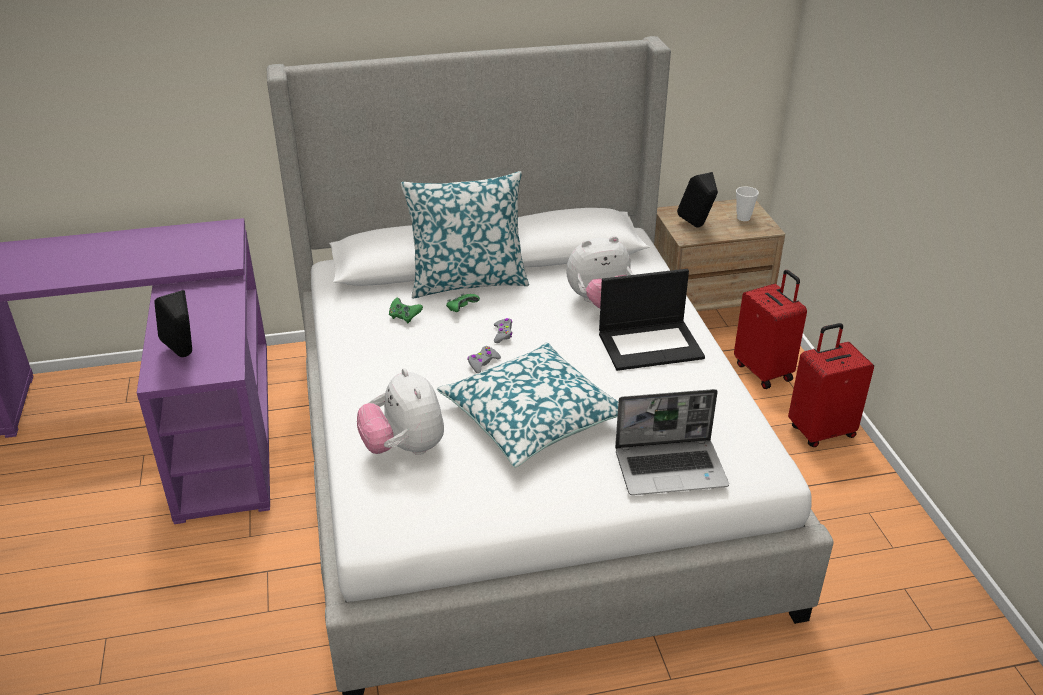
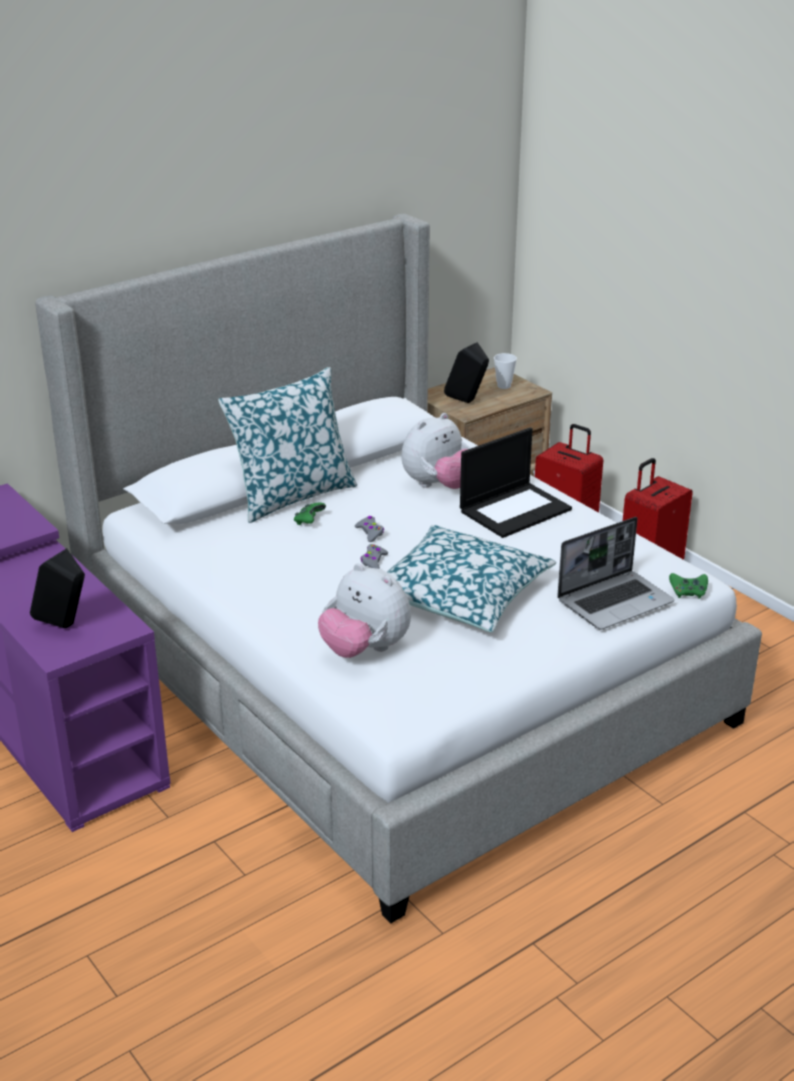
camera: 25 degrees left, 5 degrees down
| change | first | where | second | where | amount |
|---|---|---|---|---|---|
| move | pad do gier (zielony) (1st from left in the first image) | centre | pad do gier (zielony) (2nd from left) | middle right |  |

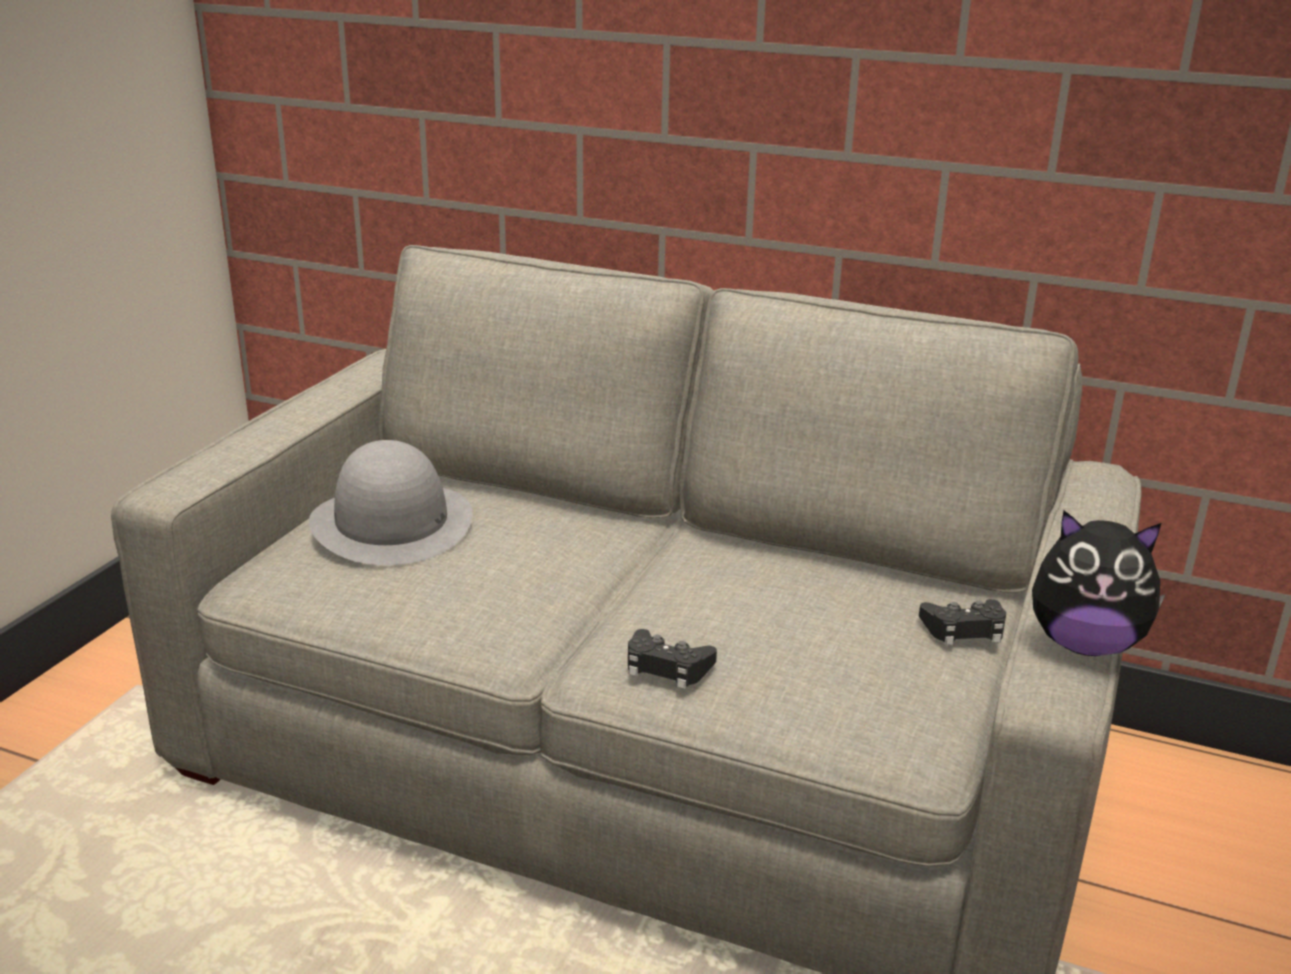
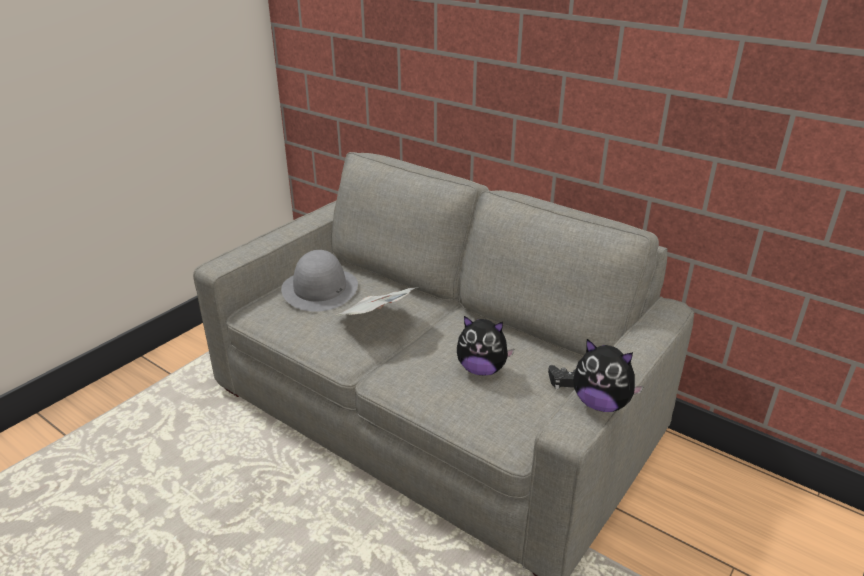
camera: 15 degrees right, 5 degrees up
| change | first | where | second | where | amount |
|---|---|---|---|---|---|
| delete | pad do gier (czarny) (1st from left) | bottom centre |  |  |  |
| insert |  |  | gazeta | centre |  |
| insert |  |  | pluszak (1st from left) | centre |  |

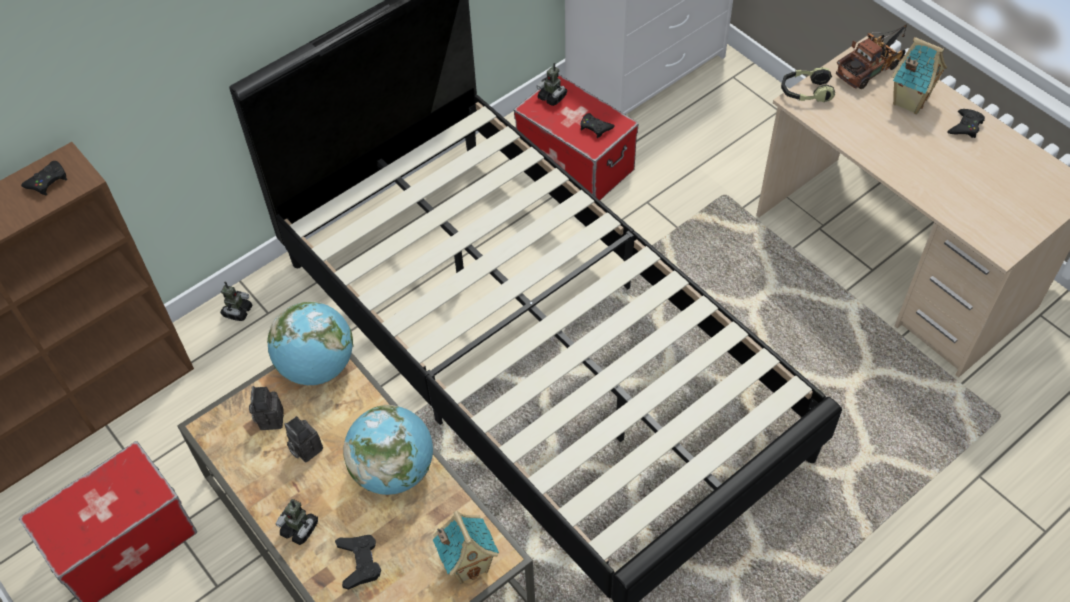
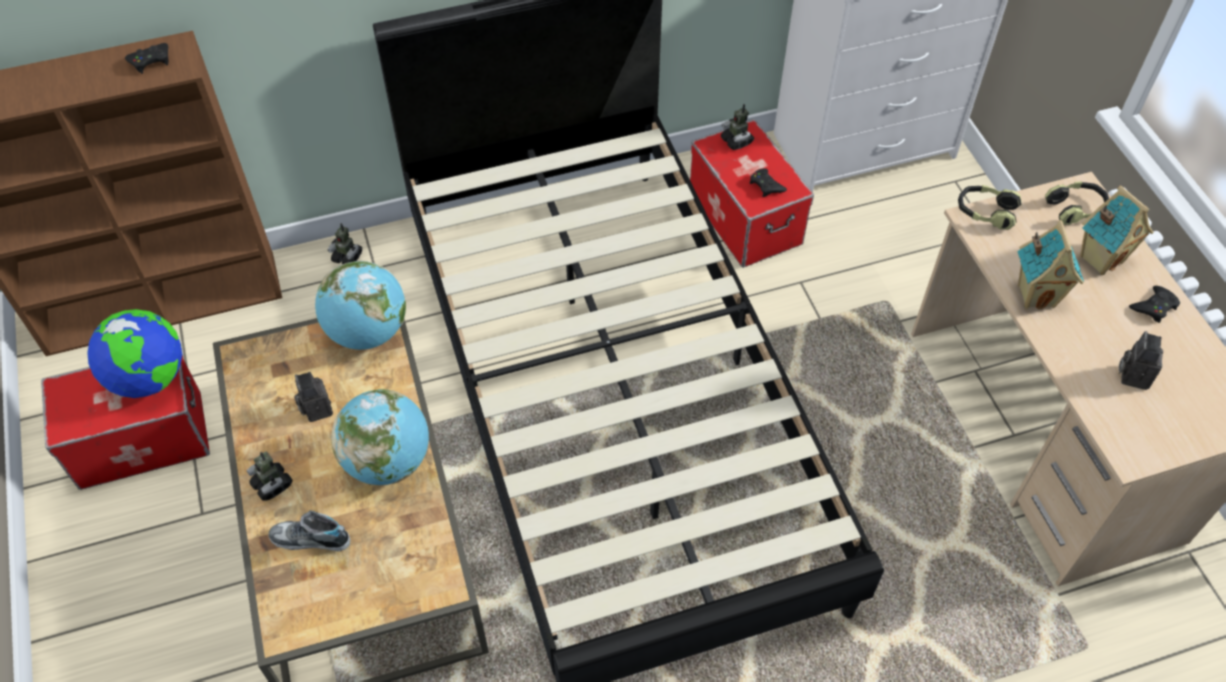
camera: 20 degrees right, 0 degrees up
| change | first | where | second | where | amount |
|---|---|---|---|---|---|
| replace | ciężarówka zabawkowa | top right | słuchawki (2nd from left) | top right |  |
| rotate | robot zabawkowy (1st from left in the first image) | middle left | robot zabawkowy (2nd from left) | middle left | 75 degrees clockwise |
| move | aparat fotograficzny (1st from left in the first image) | bottom left | aparat fotograficzny (2nd from left) | middle right |  |
| move | domek (1st from left) | bottom centre |  | middle right |  |
| replace | pad do gier (czarny) (2nd from left) | bottom centre | but | bottom left |  |
| insert |  |  | globus (1st from left) | middle left |  |

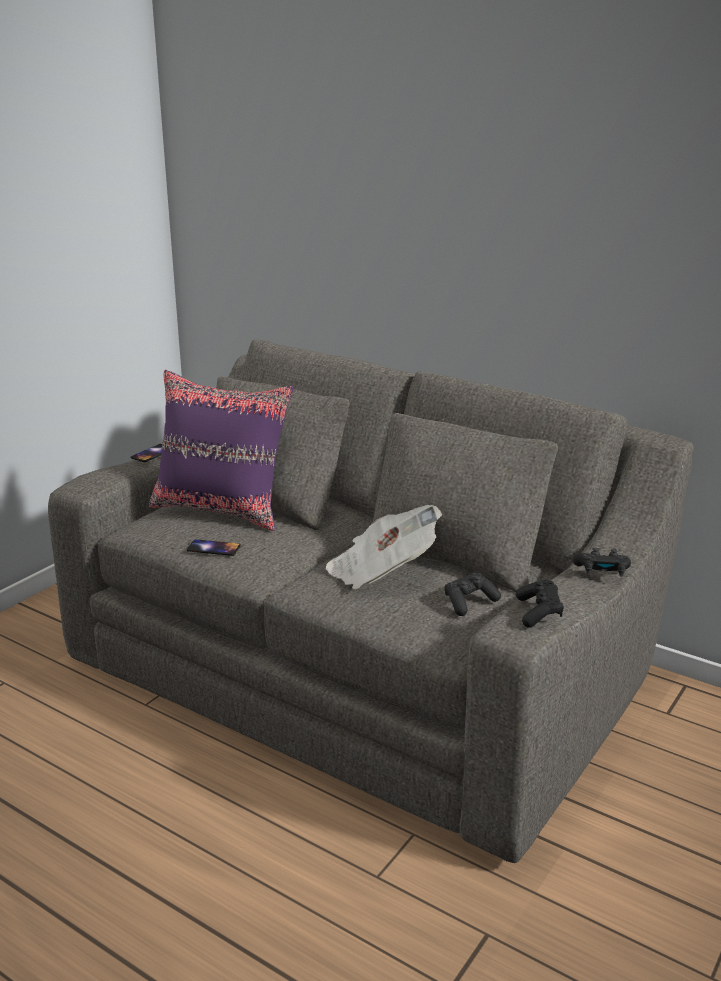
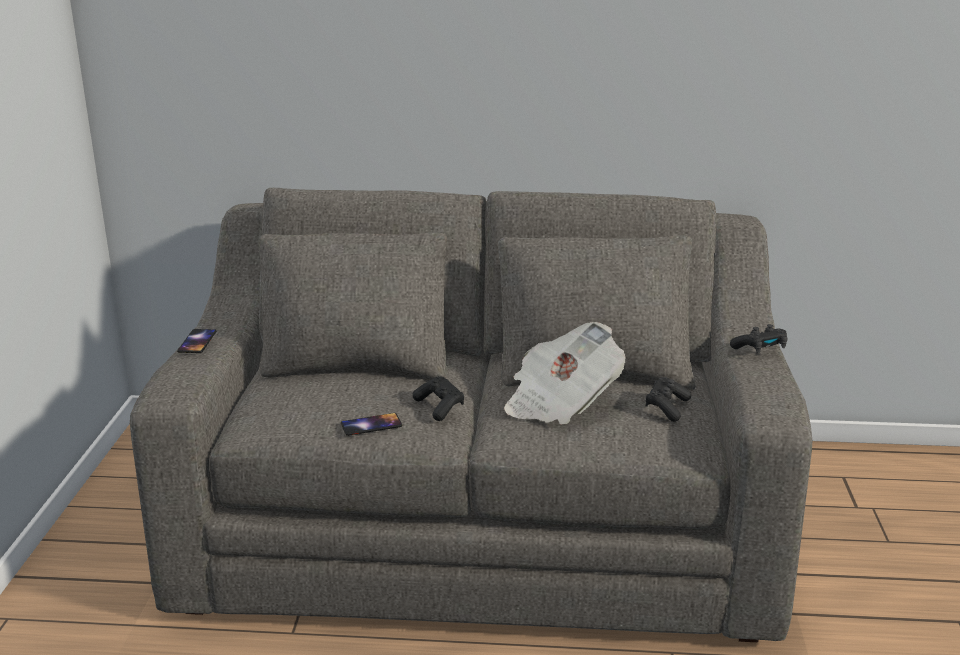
camera: 30 degrees left, 0 degrees up
| change | first | where | second | where | amount |
|---|---|---|---|---|---|
| delete | poduszka (fioletowy) | middle left |  |  |  |
| move | pad do gier (czarny) (2nd from left in the first image) | middle right | pad do gier (czarny) (1st from left) | centre |  |

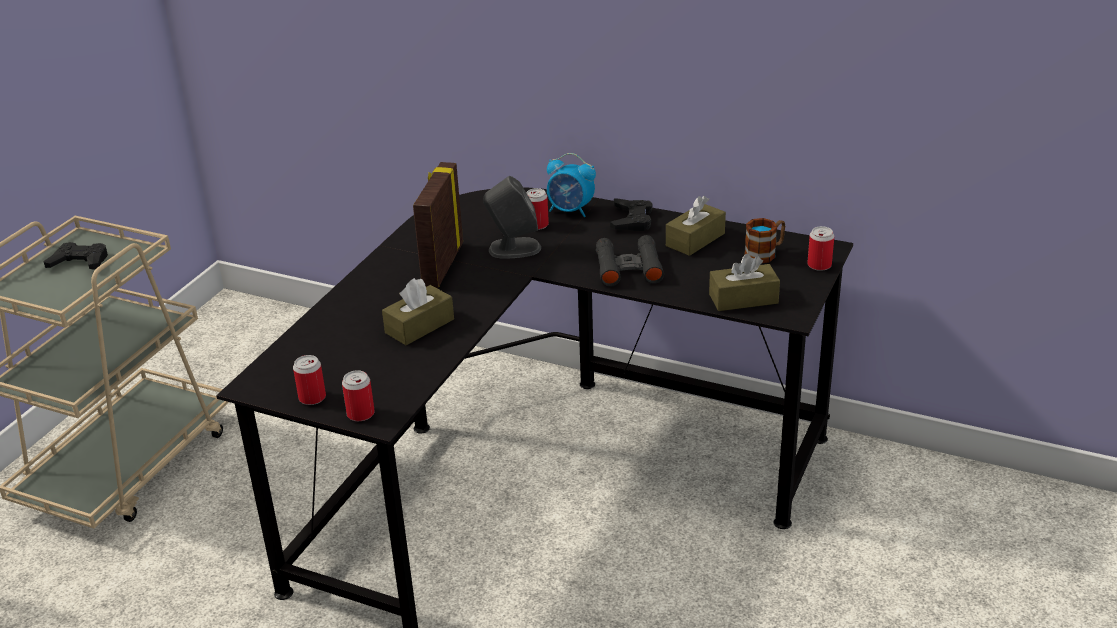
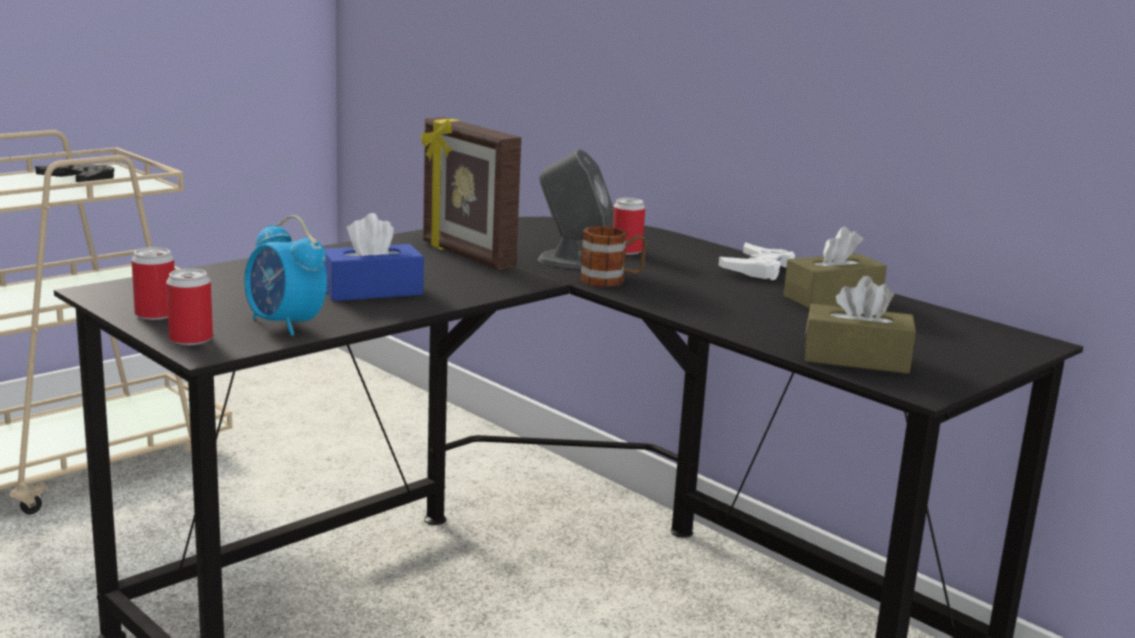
camera: 20 degrees right, 15 degrees down
| change | first | where | second | where | amount |
|---|---|---|---|---|---|
| move | budzik | top centre |  | middle left |  |
| rotate | ramka na zdjęcie | centre |  | top centre | 75 degrees counterclockwise |
| recolor | pad do gier (czarny) (2nd from left) | centre | pad do gier (biały) | middle right |  |
| move | kubek | middle right |  | centre |  |
| delete | puszka (4th from left) | middle right |  |  |  |
| delete | lornetka (czarny) | centre |  |  |  |
| recolor | pudełko chusteczek (brązowy) (1st from left) | centre | pudełko chusteczek (niebieski) | middle left |  |

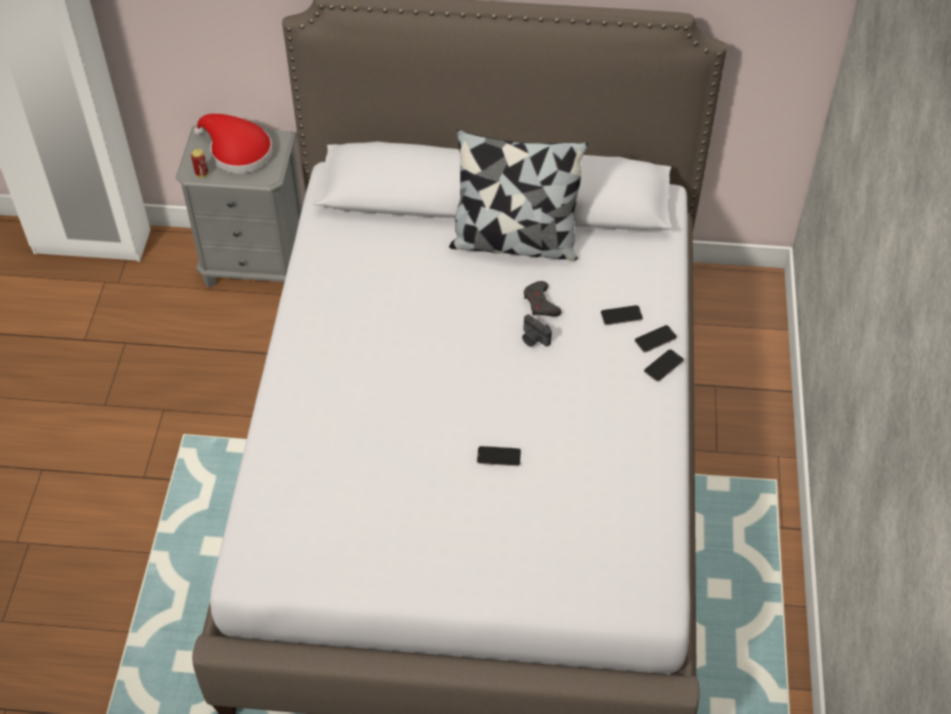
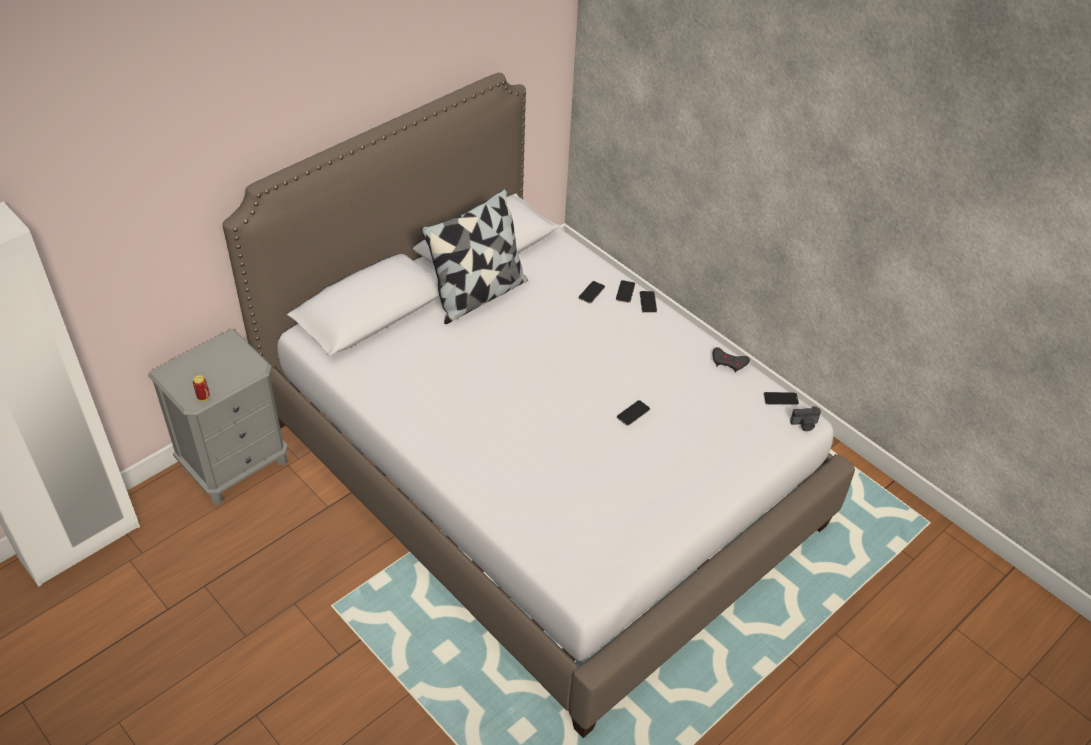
camera: 50 degrees left, 5 degrees down
| change | first | where | second | where | amount |
|---|---|---|---|---|---|
| delete | kapelusz (czerwony) | top left |  |  |  |
| move | pad do gier (szary) | centre |  | middle right |  |
| move | aparat fotograficzny | centre |  | middle right |  |
| insert |  |  | telefon (5th from left) | middle right |  |

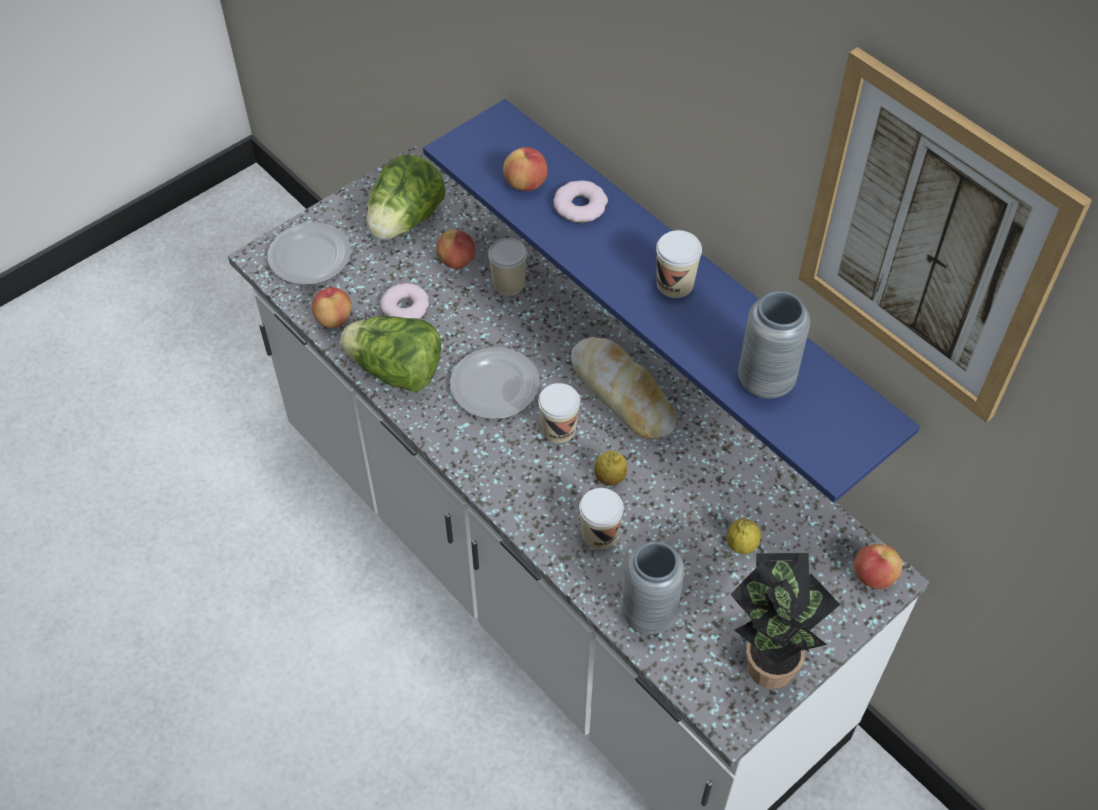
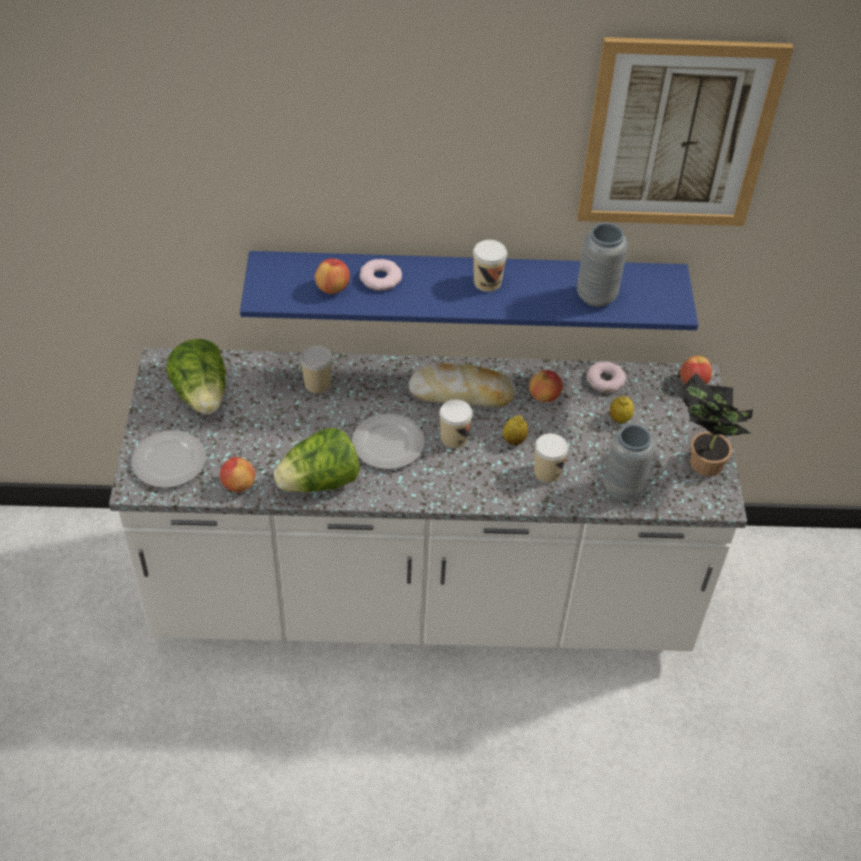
camera: 50 degrees left, 5 degrees down
| change | first | where | second | where | amount |
|---|---|---|---|---|---|
| move | jabłko (2nd from left in the first image) | top centre | jabłko (3rd from left) | centre |  |
| move | donut (1st from left in the first image) | centre | donut (2nd from left) | middle right |  |

